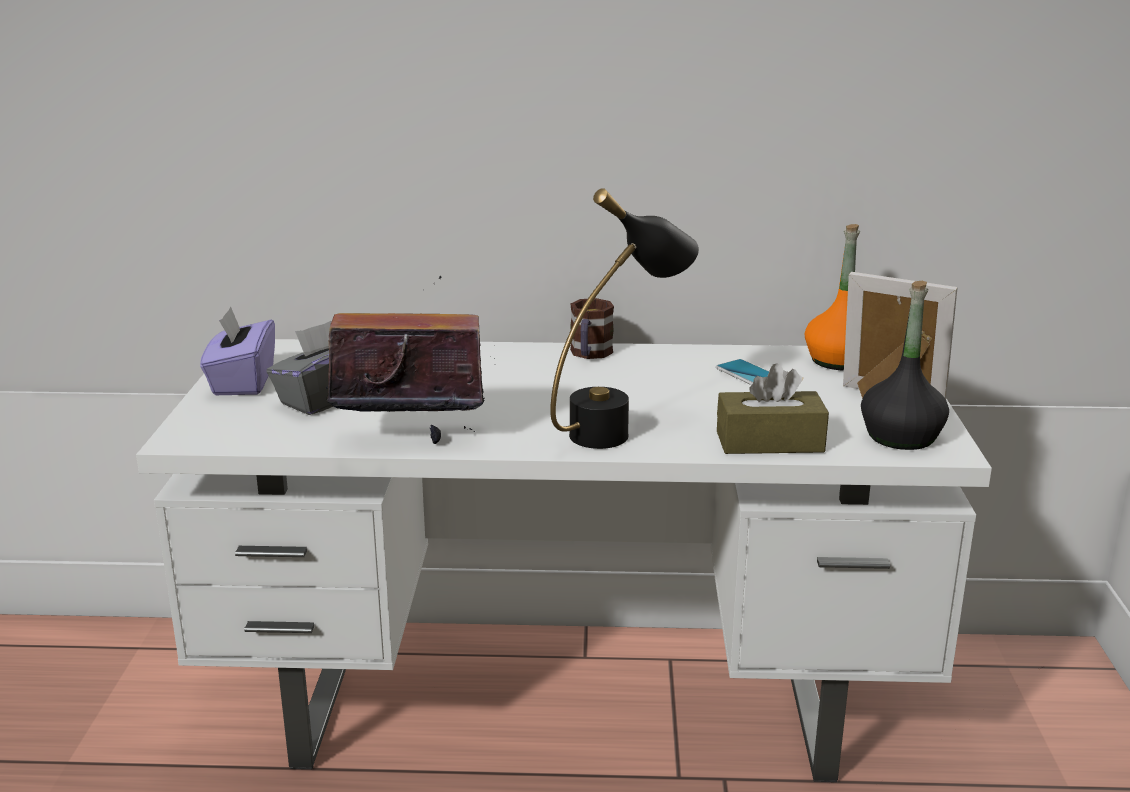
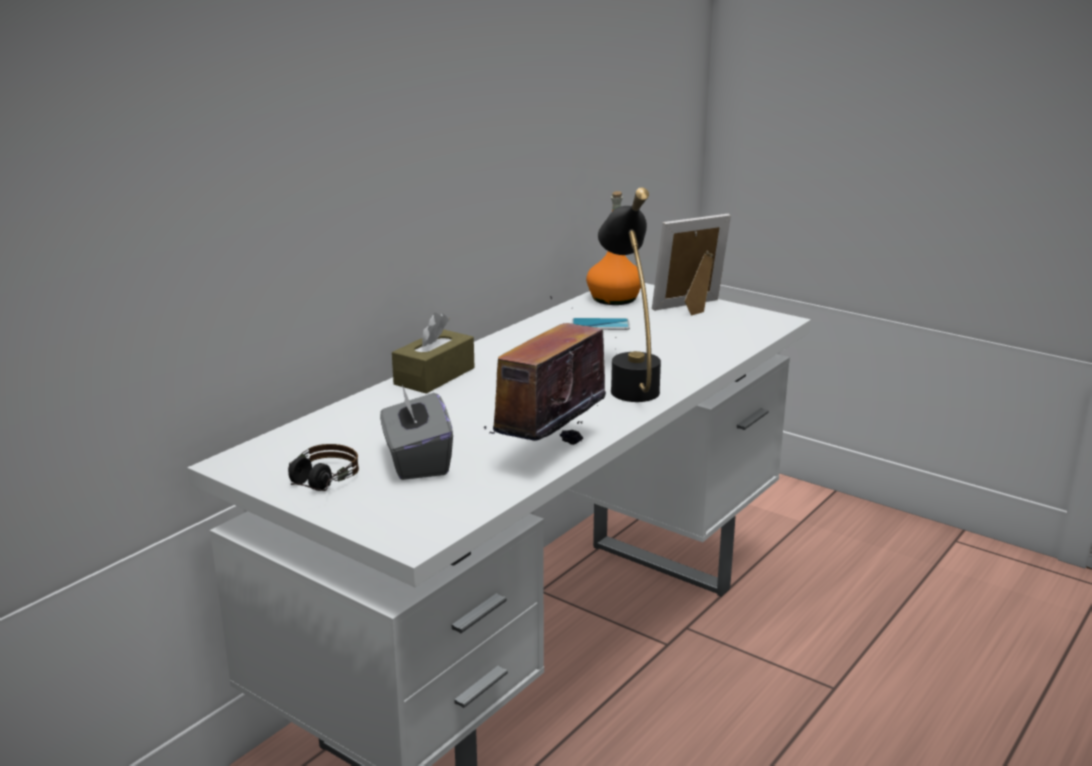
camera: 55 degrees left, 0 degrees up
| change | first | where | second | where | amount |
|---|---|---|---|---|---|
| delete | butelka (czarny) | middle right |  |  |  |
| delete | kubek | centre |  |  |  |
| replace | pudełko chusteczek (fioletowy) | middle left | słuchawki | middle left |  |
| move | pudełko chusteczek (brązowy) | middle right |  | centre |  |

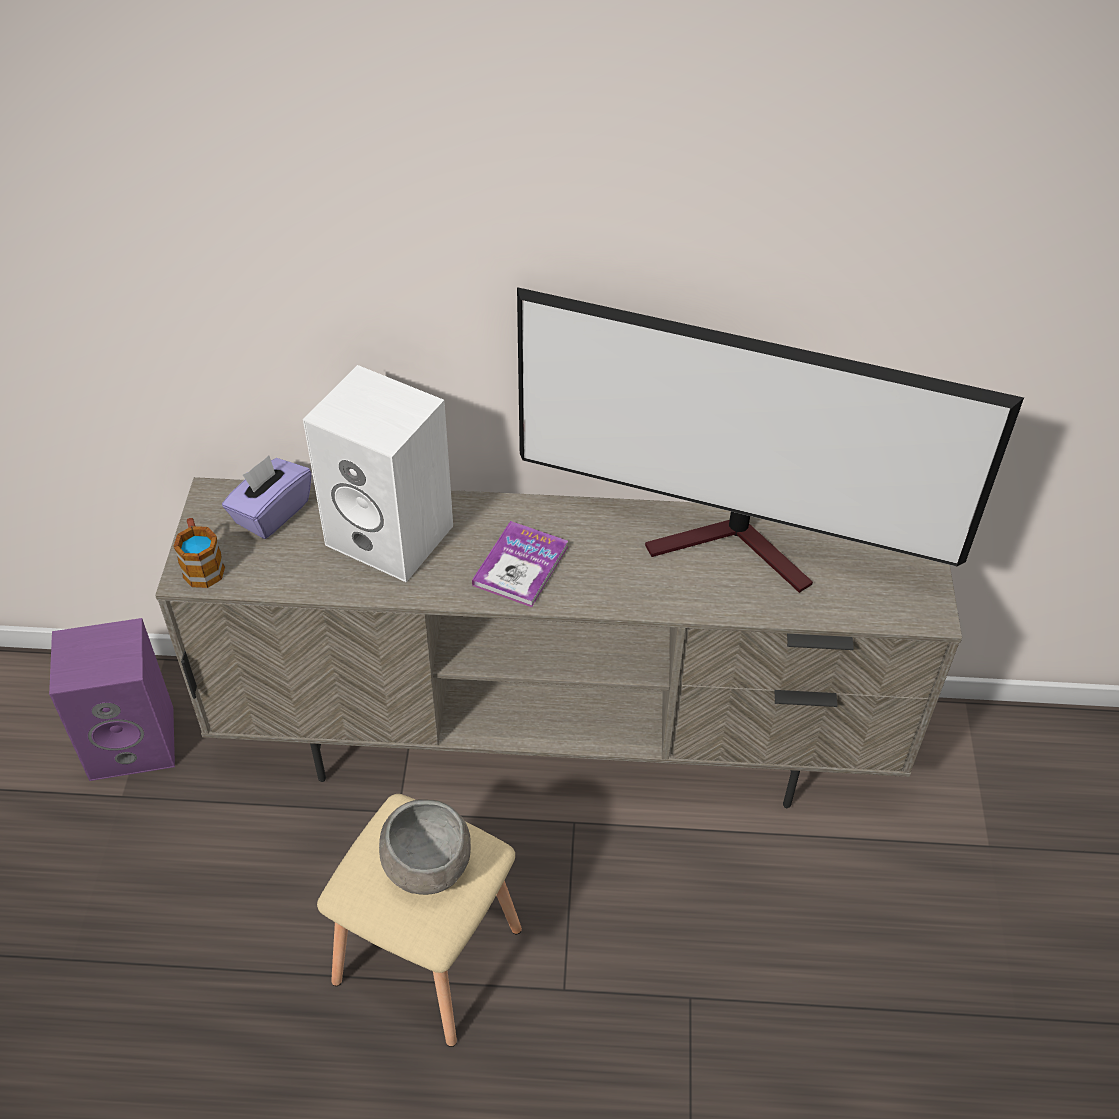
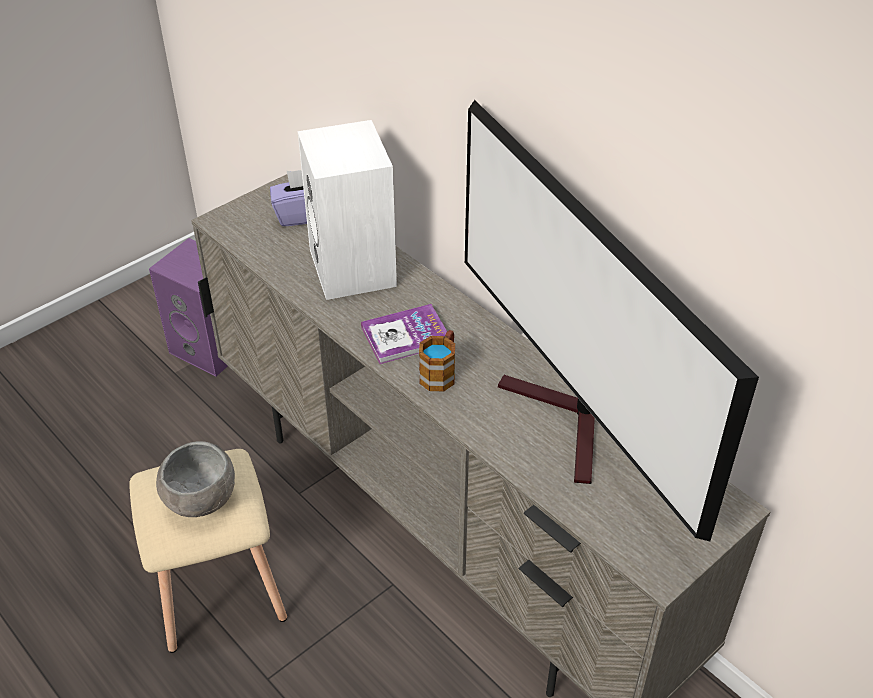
camera: 45 degrees right, 5 degrees down
| change | first | where | second | where | amount |
|---|---|---|---|---|---|
| move | kubek | middle left |  | centre |  |

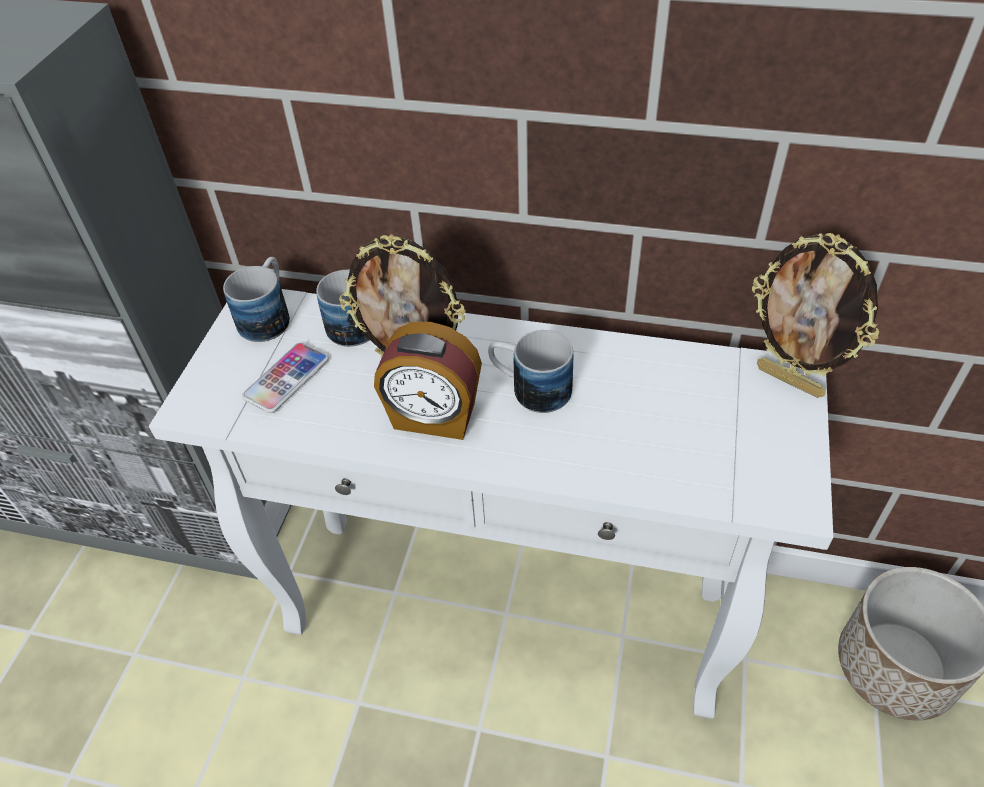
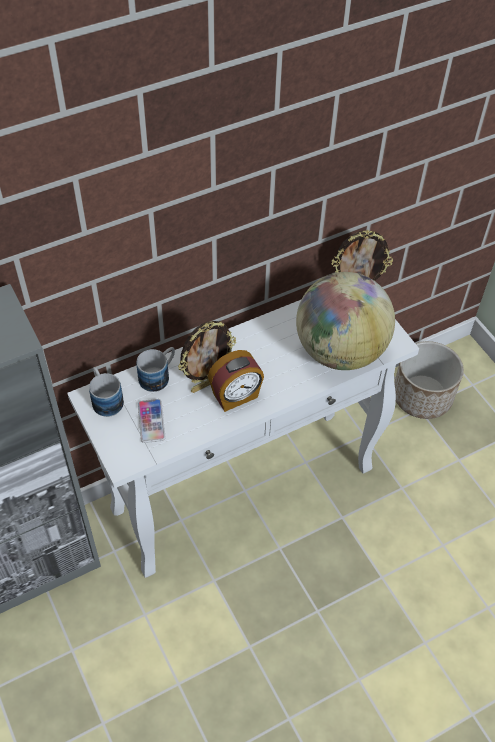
camera: 45 degrees left, 5 degrees up
| change | first | where | second | where | amount |
|---|---|---|---|---|---|
| delete | kubek (3rd from left) | centre |  |  |  |
| insert |  |  | globus | middle right |  |

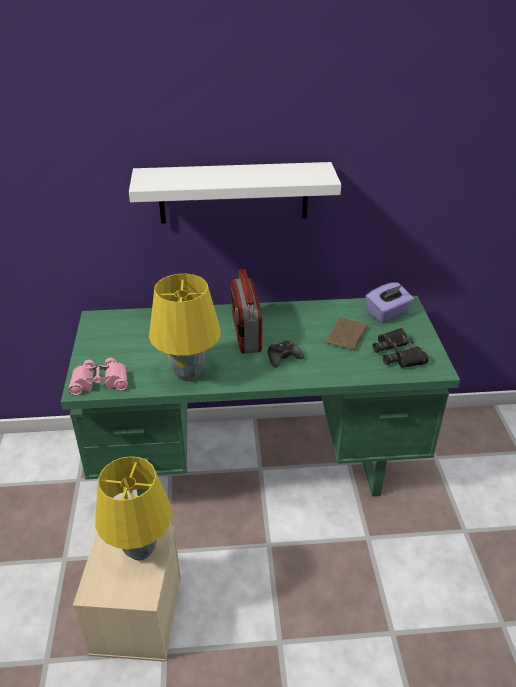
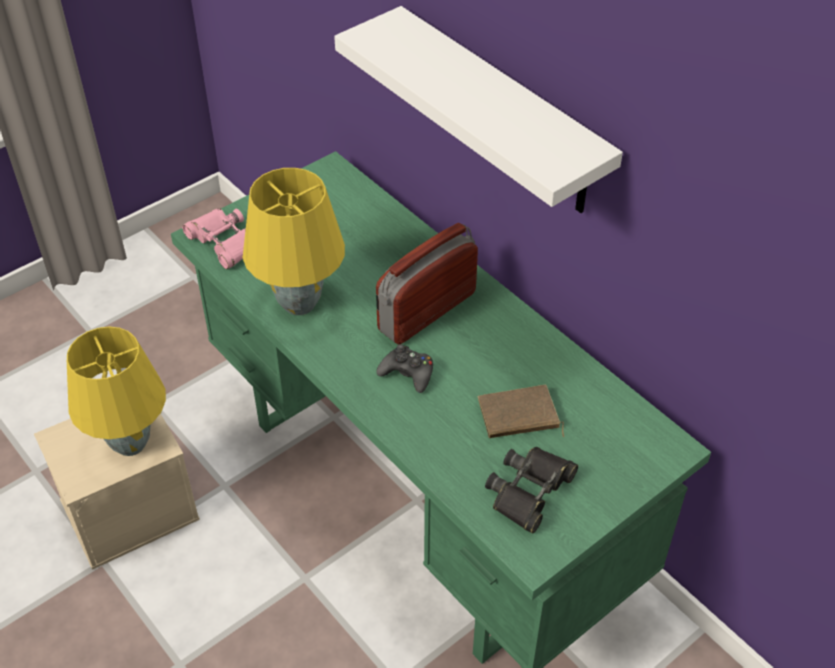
camera: 55 degrees right, 10 degrees up
| change | first | where | second | where | amount |
|---|---|---|---|---|---|
| delete | pudełko chusteczek (fioletowy) | middle right |  |  |  |

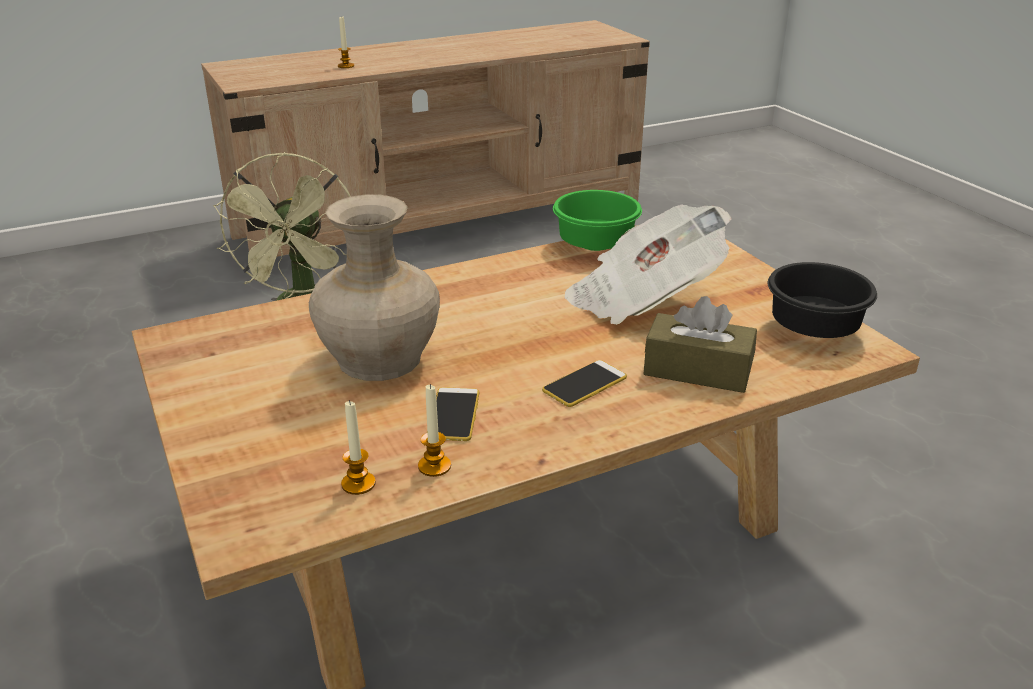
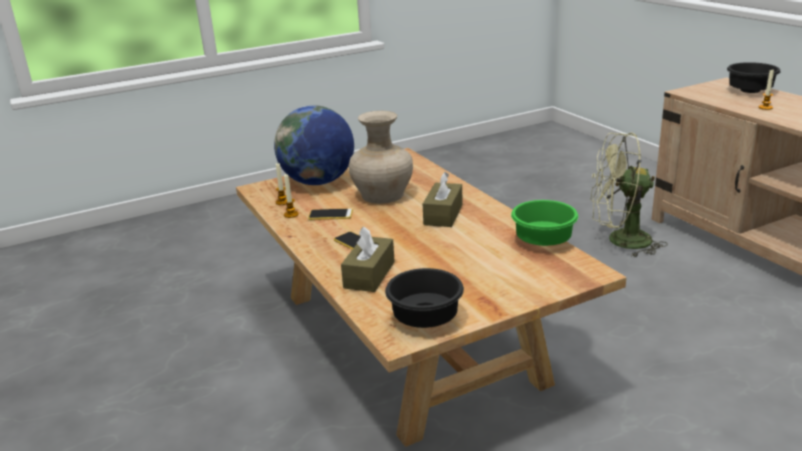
camera: 90 degrees right, 5 degrees down
| change | first | where | second | where | amount |
|---|---|---|---|---|---|
| delete | gazeta | centre |  |  |  |
| insert |  |  | miska (czarny) (2nd from left) | top right |  |
| insert |  |  | globus | top centre |  |
| insert |  |  | pudełko chusteczek (brązowy) (2nd from left) | centre |  |

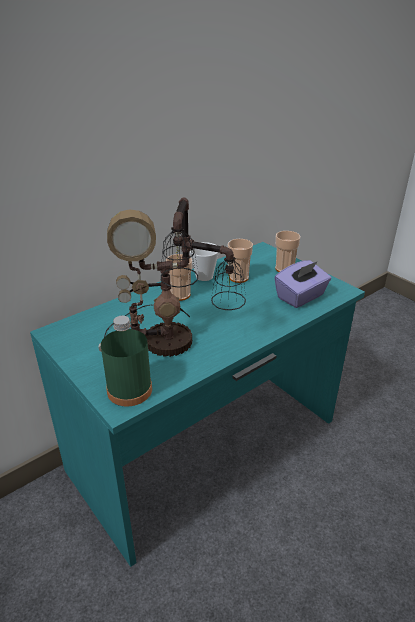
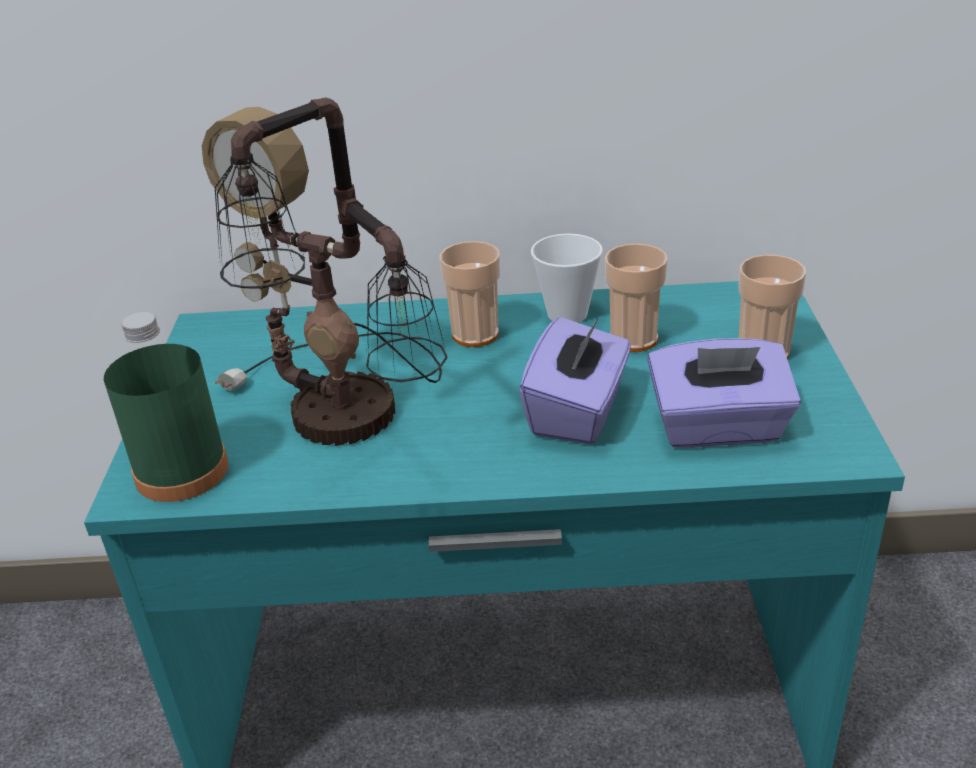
camera: 40 degrees right, 0 degrees up
| change | first | where | second | where | amount |
|---|---|---|---|---|---|
| insert |  |  | pudełko chusteczek (fioletowy) (1st from left) | centre |  |

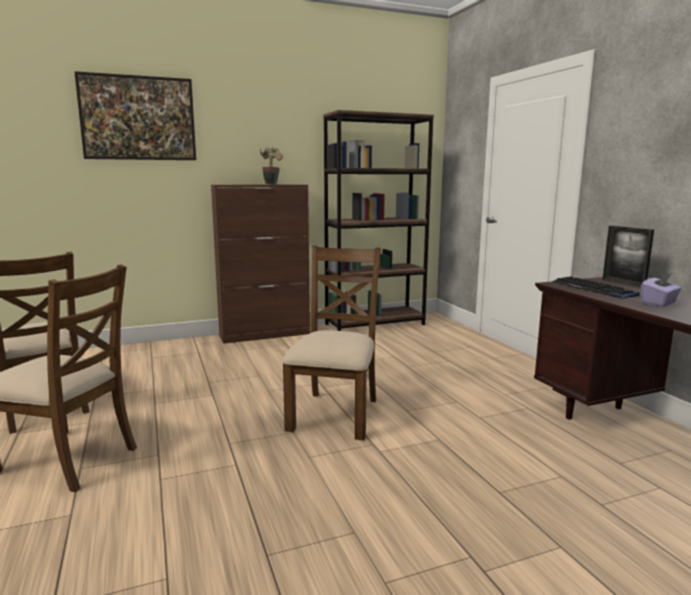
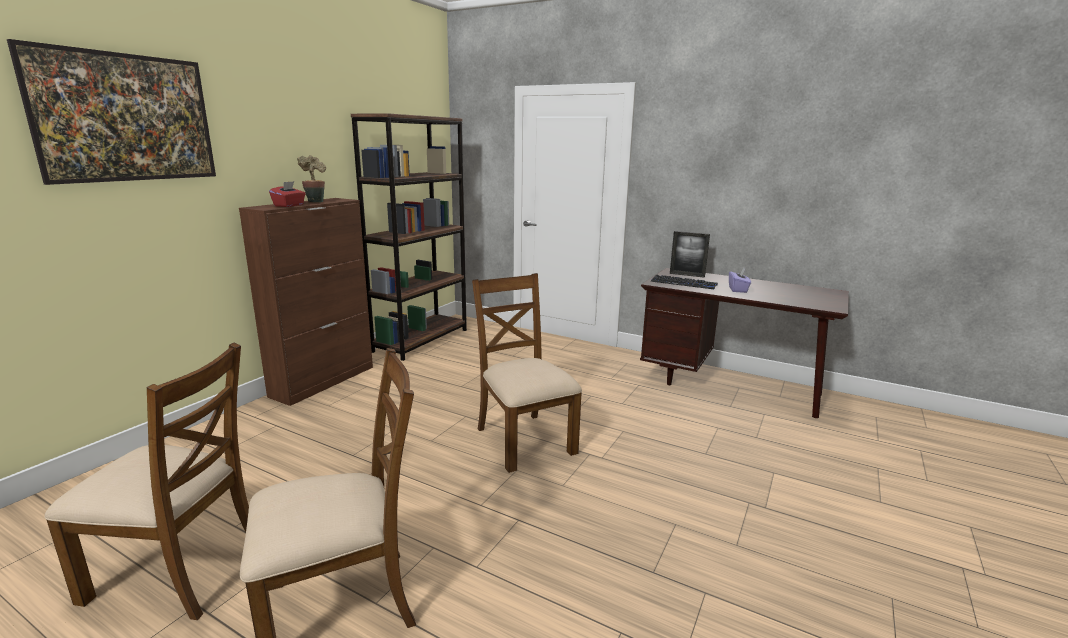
camera: 40 degrees left, 5 degrees up
| change | first | where | second | where | amount |
|---|---|---|---|---|---|
| insert |  |  | pudełko chusteczek (czerwony) | top left |  |

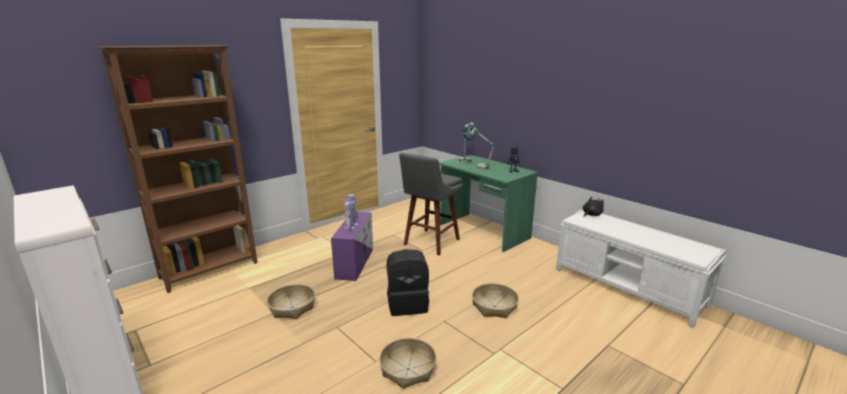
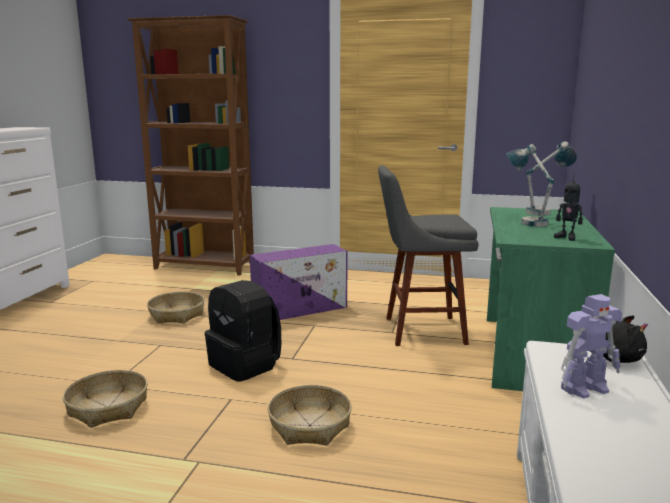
camera: 55 degrees right, 5 degrees down
| change | first | where | second | where | amount |
|---|---|---|---|---|---|
| move | robot zabawkowy (1st from left in the first image) | centre | robot zabawkowy (2nd from left) | bottom right |  |

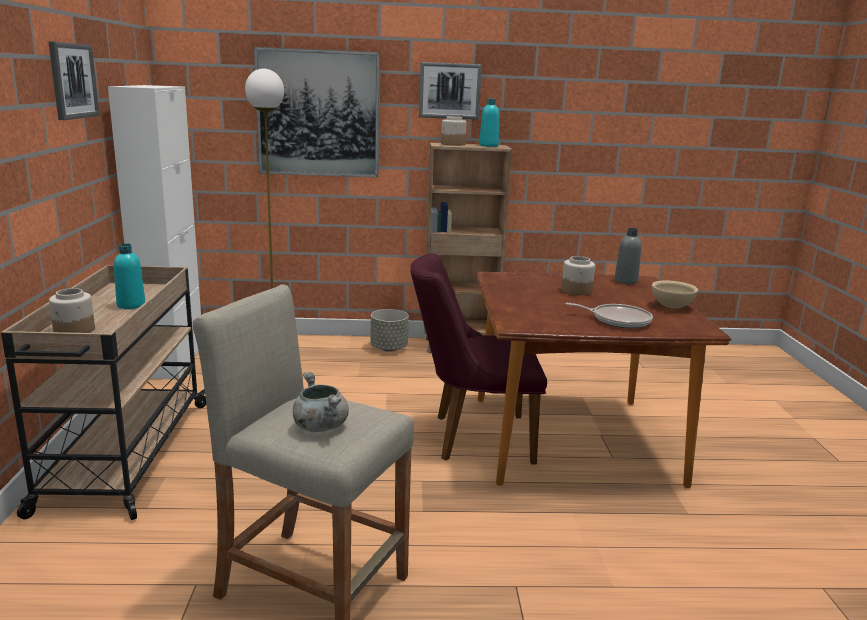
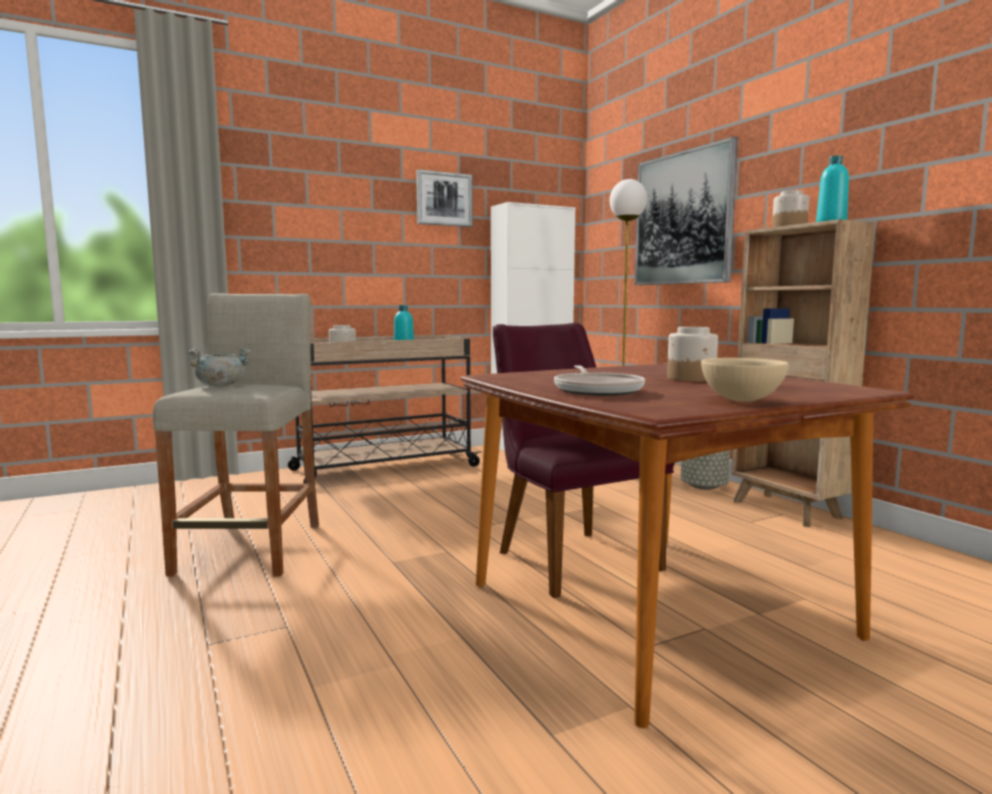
camera: 65 degrees right, 10 degrees down
| change | first | where | second | where | amount |
|---|---|---|---|---|---|
| delete | obraz (3rd from left) | top centre |  |  |  |
| delete | butelka (szary) | middle right |  |  |  |

